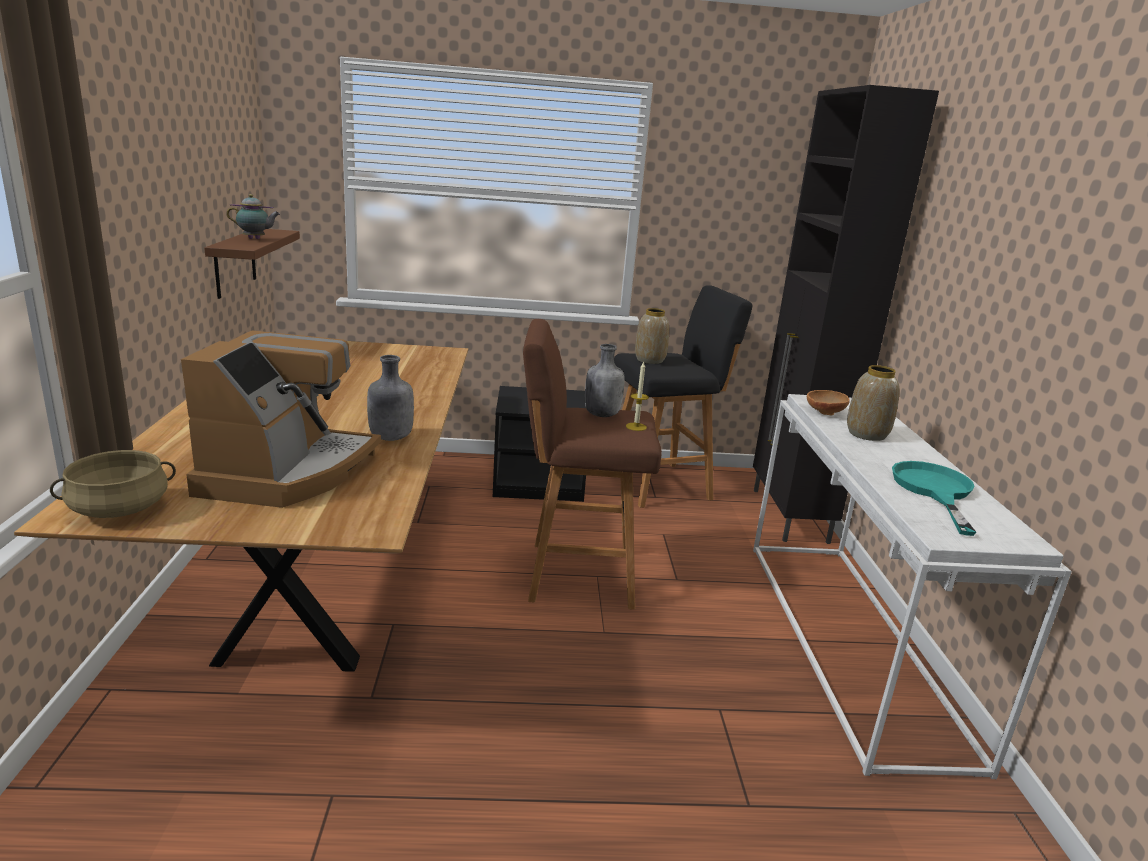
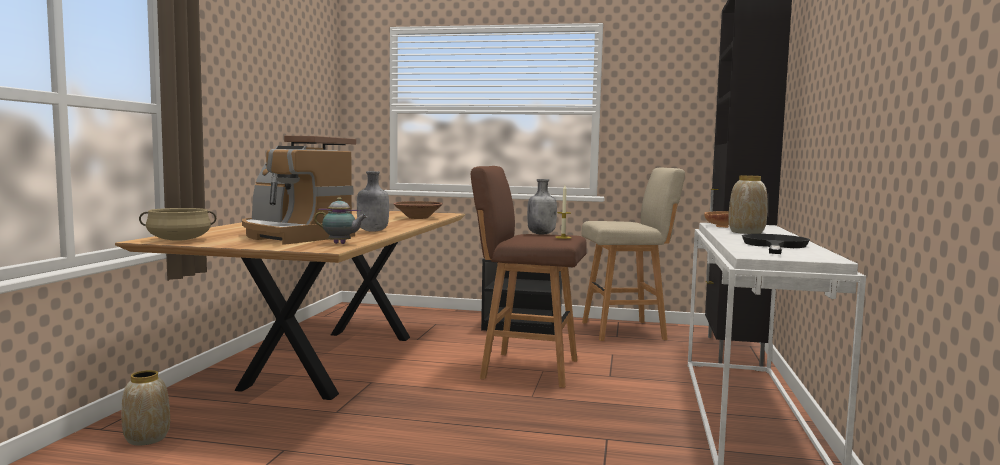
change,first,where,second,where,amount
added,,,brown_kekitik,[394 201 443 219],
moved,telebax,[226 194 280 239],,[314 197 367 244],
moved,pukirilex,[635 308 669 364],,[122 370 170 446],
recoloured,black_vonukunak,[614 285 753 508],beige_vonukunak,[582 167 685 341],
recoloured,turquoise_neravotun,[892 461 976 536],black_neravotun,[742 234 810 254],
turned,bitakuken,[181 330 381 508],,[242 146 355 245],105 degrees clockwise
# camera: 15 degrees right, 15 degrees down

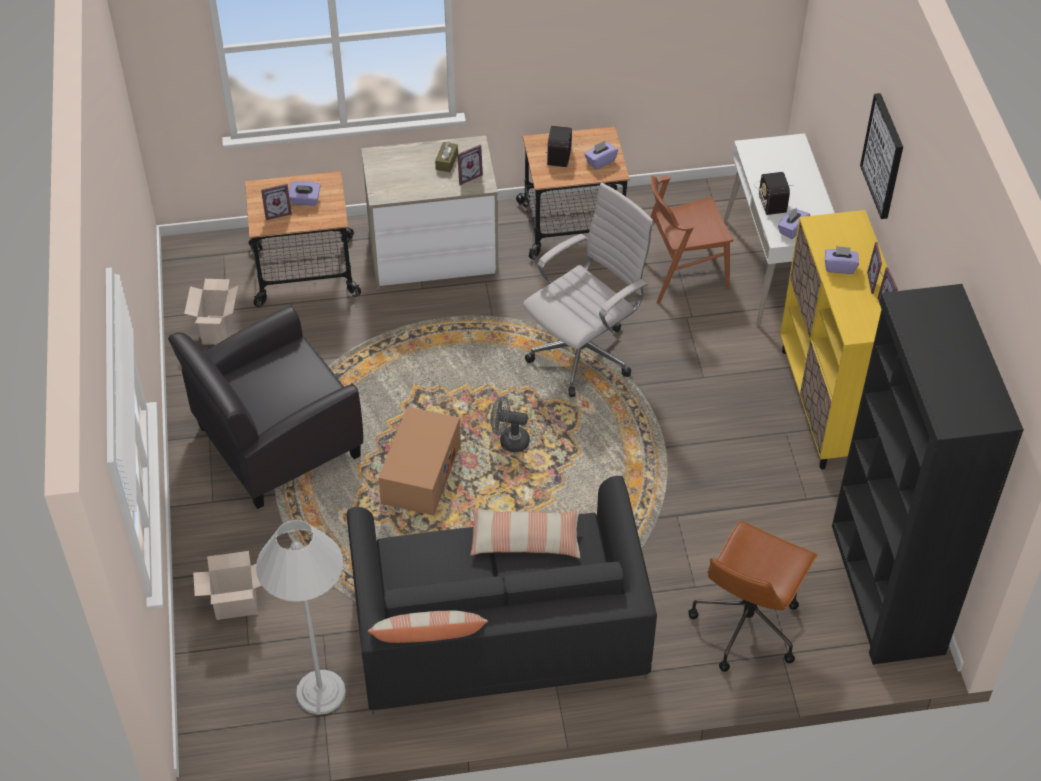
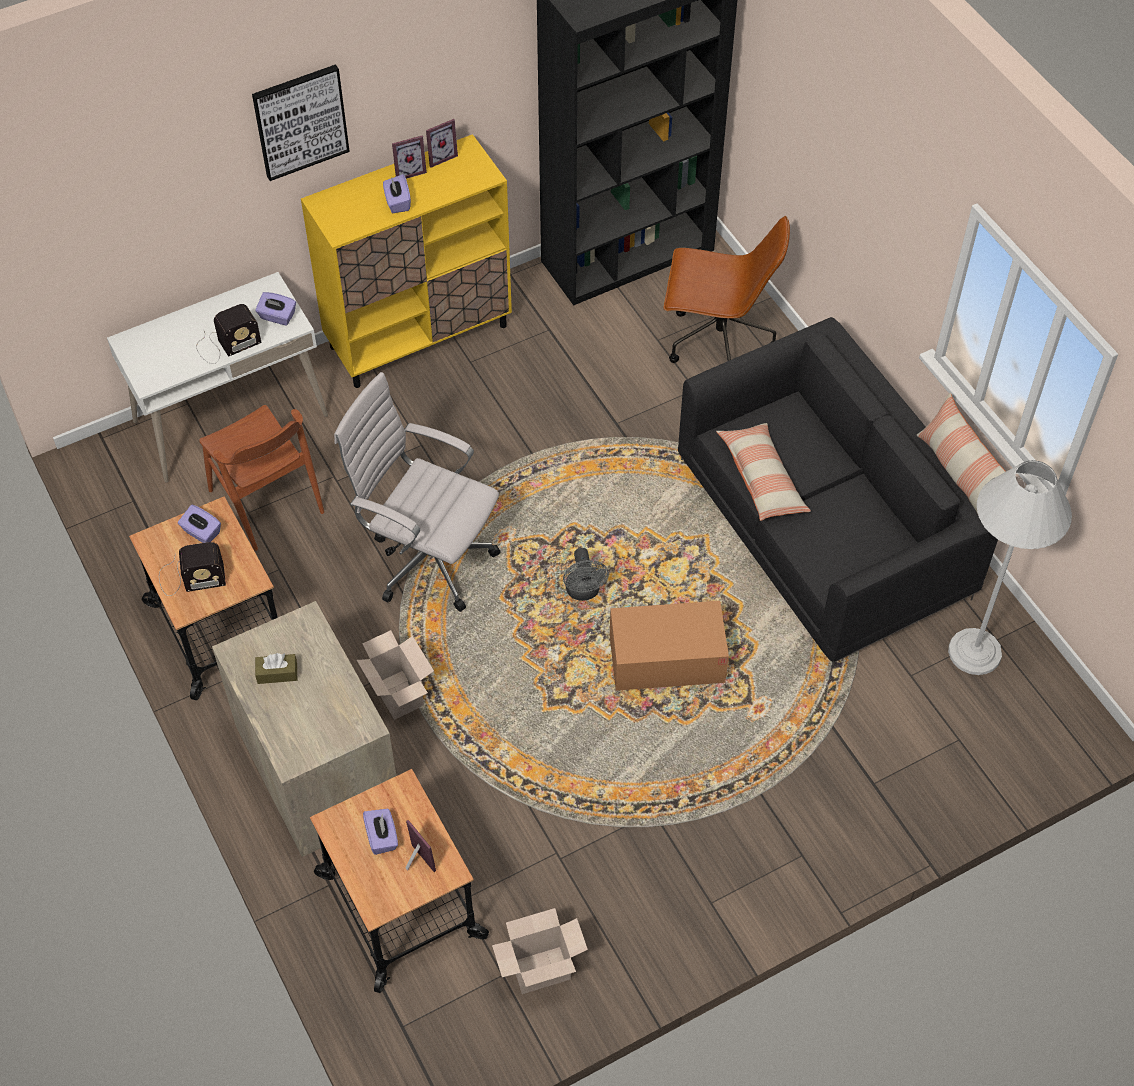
change,first,where,second,where,amount
removed,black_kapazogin,[168 305 363 509],,,
removed,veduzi,[457 144 483 185],,,
moved,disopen,[193 551 262 620],,[357 630 434 720],
# camera: 110 degrees left, 5 degrees up

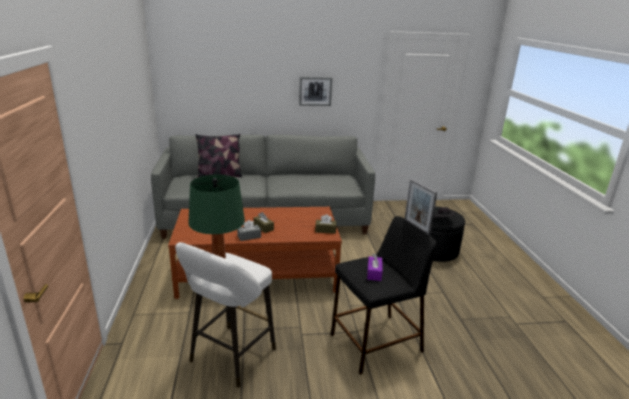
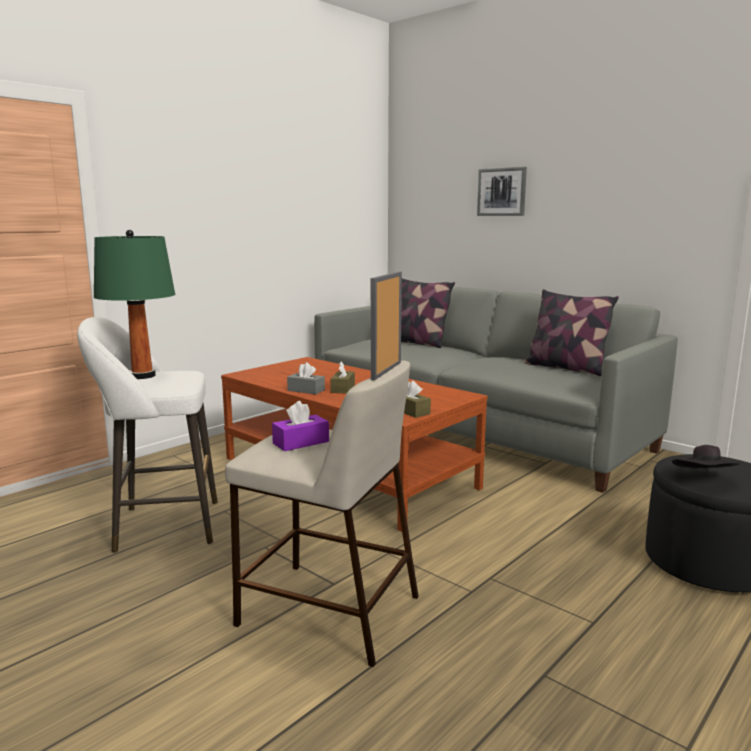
change,first,where,second,where,amount
added,,,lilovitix,[525 289 619 376],
moved,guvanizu,[299 77 332 106],,[477 167 527 216],
recoloured,black_vonukunak,[331 216 437 375],beige_vonukunak,[225 360 419 667],
# camera: 50 degrees right, 10 degrees down

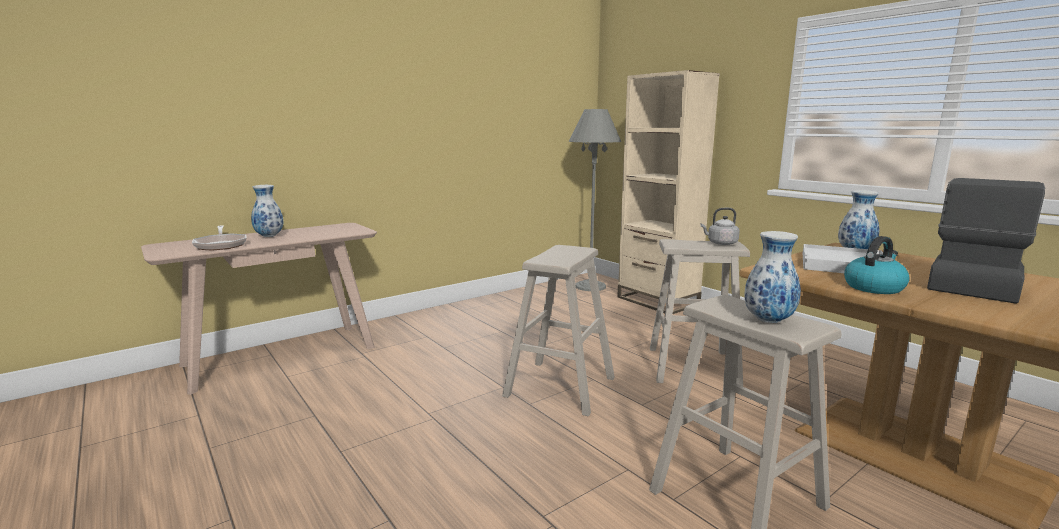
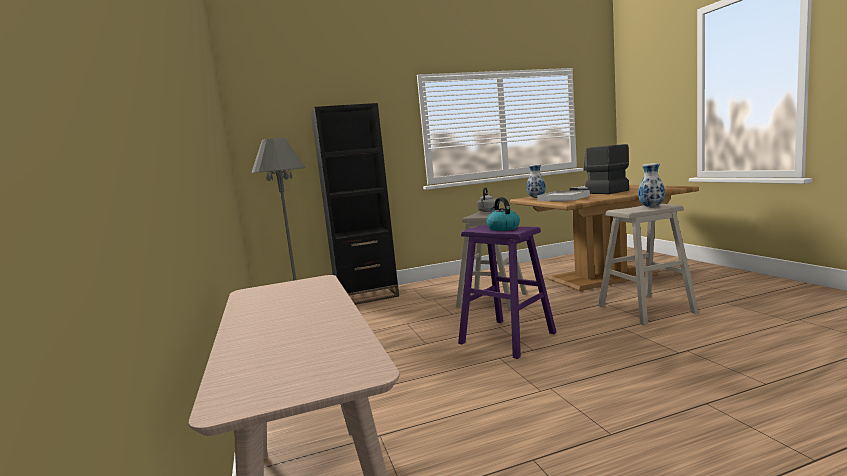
change,first,where,second,where,amount
removed,neravotun,[192 225 247 251],,,
removed,pukirilex,[251 185 283 237],,,
moved,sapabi,[844 236 910 294],,[486 197 520 231],
recoloured,beige_vonukunak,[502 245 615 417],purple_vonukunak,[458 225 557 359],
recoloured,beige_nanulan,[617 70 720 314],black_nanulan,[311 103 399 305],
# camera: 70 degrees left, 5 degrees down

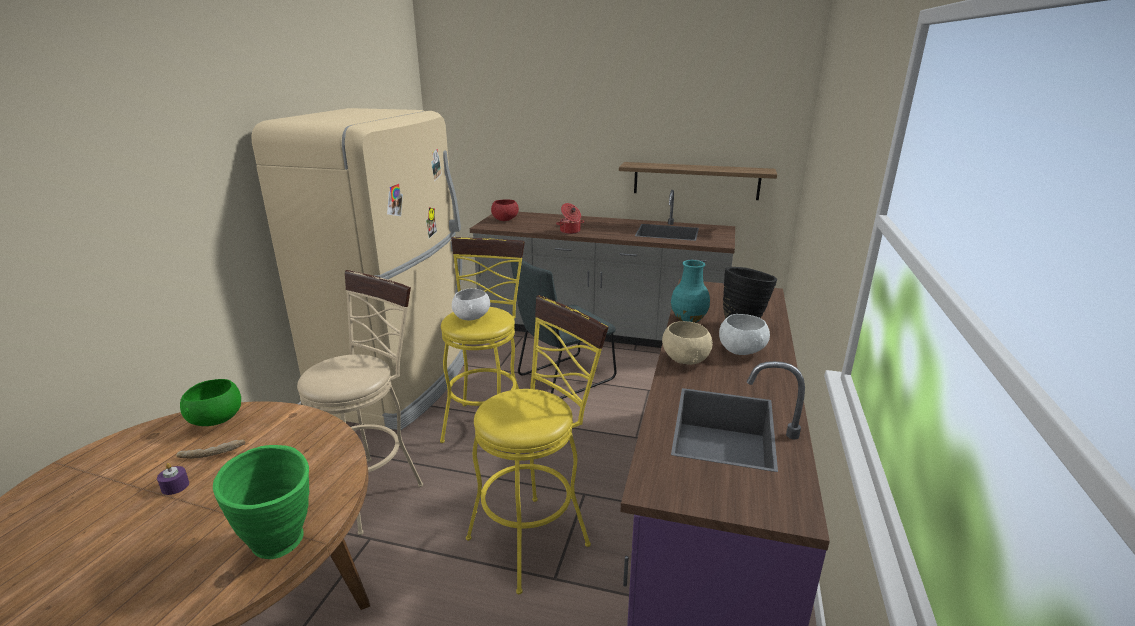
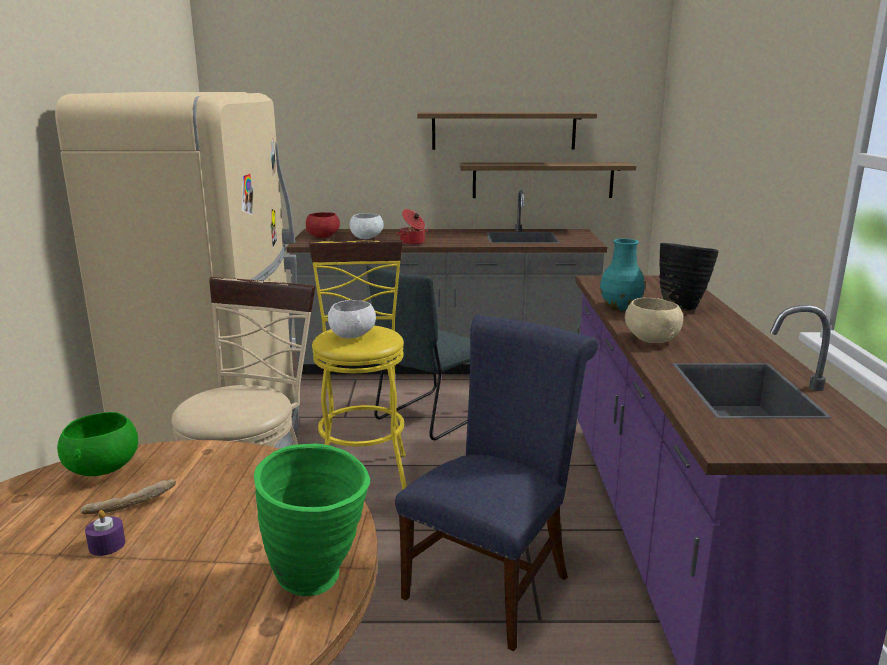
change,first,where,second,where,amount
added,,,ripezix,[417 112 597 150],
moved,white_kekitik,[719 314 770 355],,[350 214 384 239],
replaced,yellow_vonukunak,[466 295 608 594],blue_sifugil,[395 315 599 651],
# camera: 15 degrees left, 5 degrees down

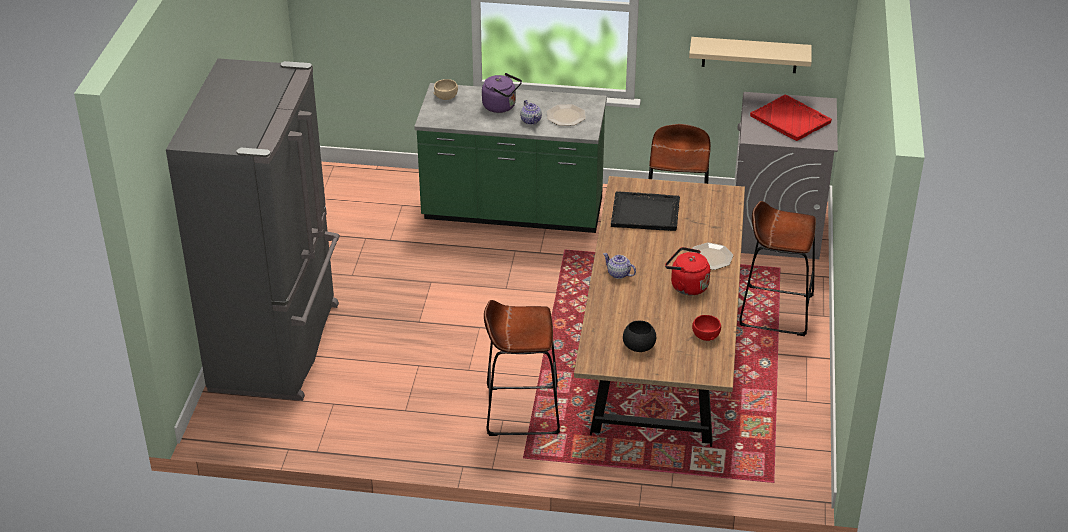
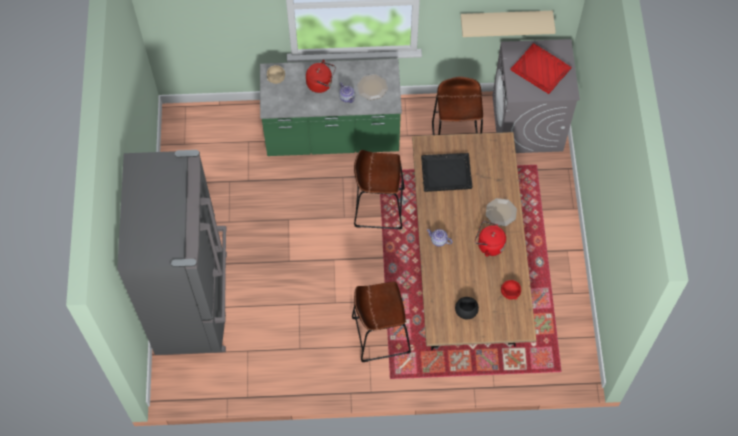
change,first,where,second,where,amount
moved,brown_vonukunak,[740 201 816 336],,[354 150 405 229],
recoloured,purple_sapabi,[482 73 522 113],red_sapabi,[306 60 336 93],
# camera: 10 degrees left, 25 degrees up

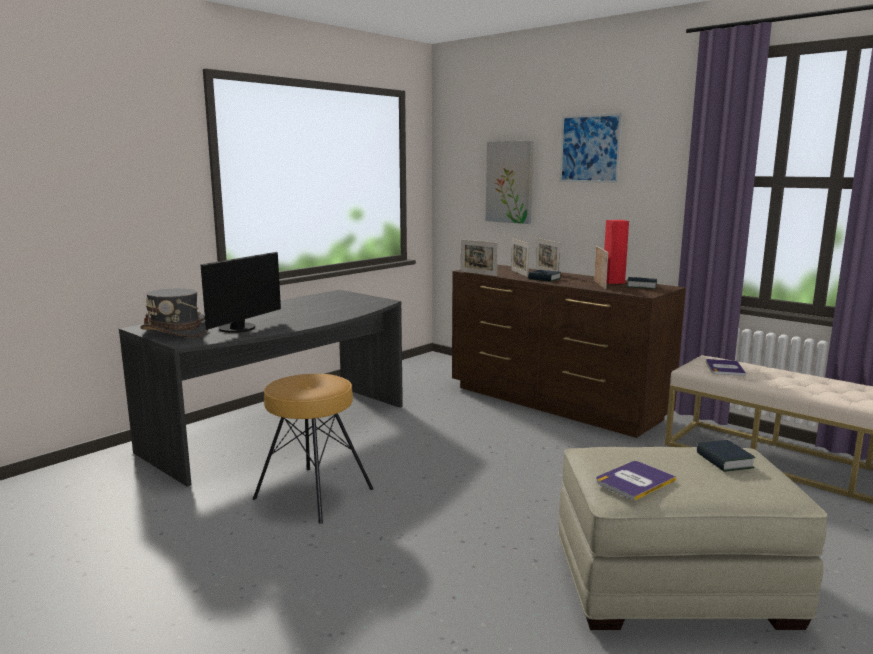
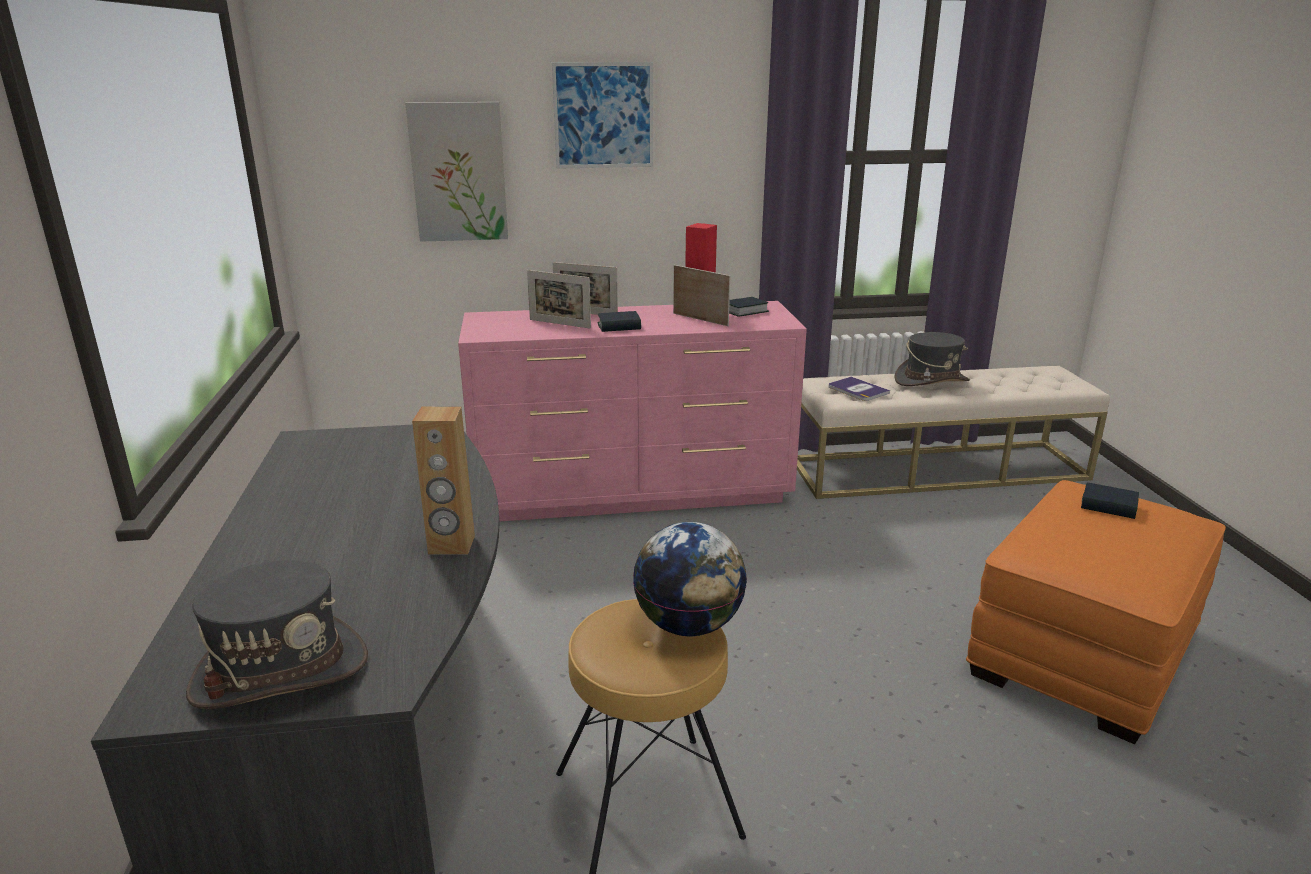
change,first,where,second,where,amount
removed,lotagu,[201 252 281 333],,,
removed,veduzi,[461 239 498 276],,,
removed,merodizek,[596 461 676 501],,,
added,,,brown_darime,[412 406 475 555],
added,,,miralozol,[633 522 747 636],
added,,,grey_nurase,[894 332 970 386],
recoloured,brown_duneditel,[452 265 686 438],pink_duneditel,[458 301 807 521],
recoloured,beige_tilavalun,[558 447 828 630],orange_tilavalun,[966 480 1226 744],
# camera: 50 degrees left, 10 degrees up

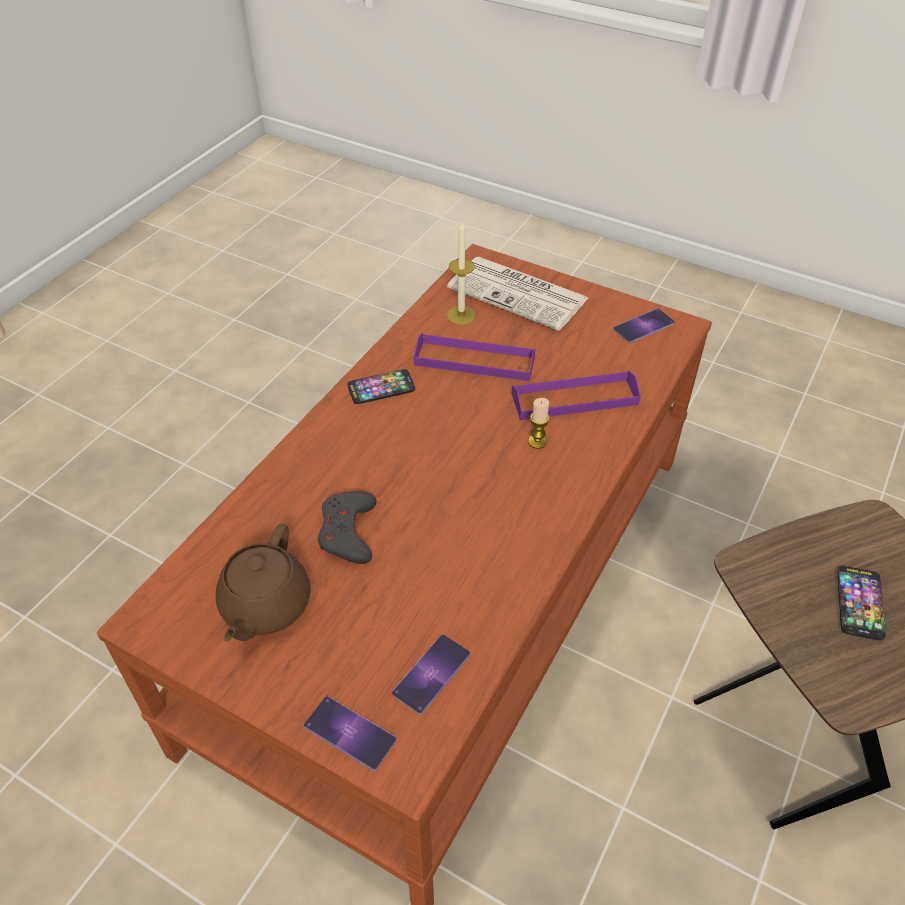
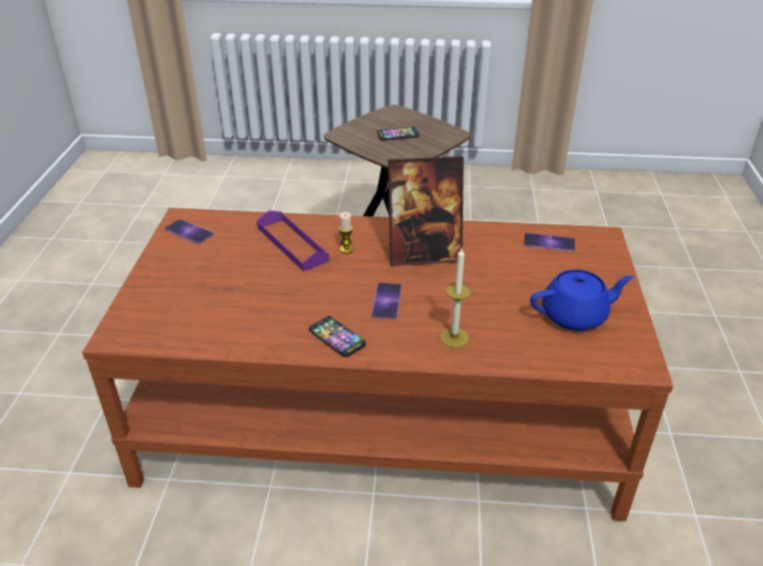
change,first,where,second,where,amount
removed,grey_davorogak,[318 491 377 564],,,
removed,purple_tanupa,[414 333 535 381],,,
removed,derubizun,[447 257 588 331],,,
added,,,veduzi,[388 156 464 266],
moved,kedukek,[304 696 396 771],,[371 283 402 320],
moved,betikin,[447 222 476 325],,[440 248 471 348],
recoloured,brown_telebax,[216 524 310 642],blue_telebax,[530 269 634 331],
# camera: 115 degrees left, 10 degrees down

